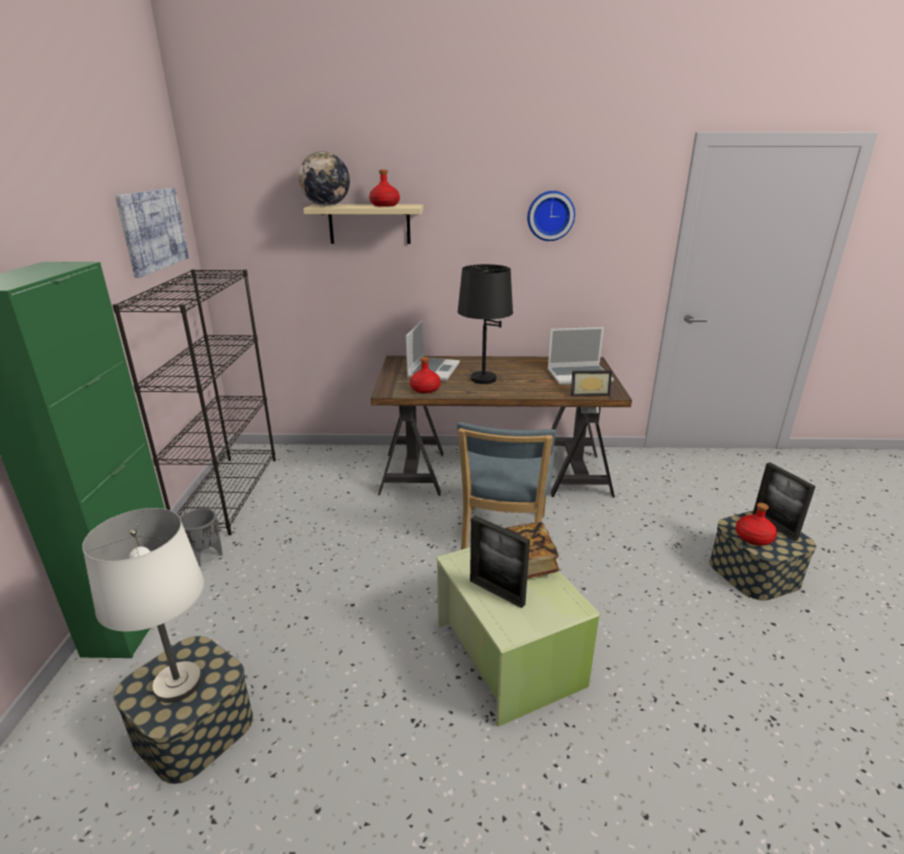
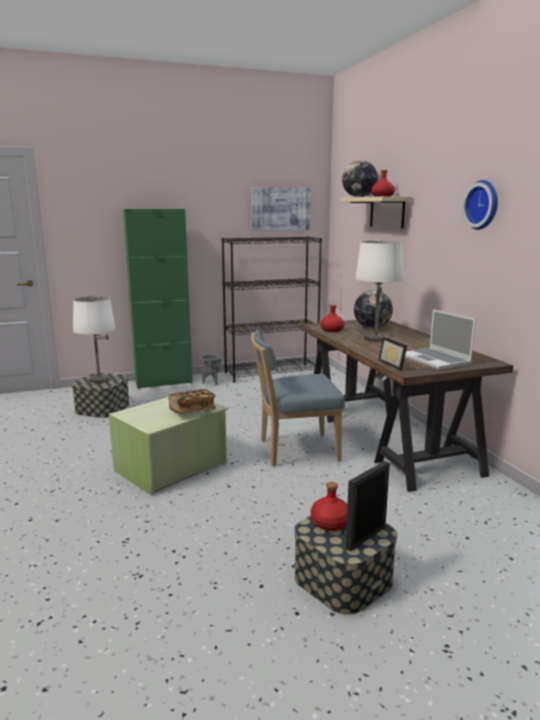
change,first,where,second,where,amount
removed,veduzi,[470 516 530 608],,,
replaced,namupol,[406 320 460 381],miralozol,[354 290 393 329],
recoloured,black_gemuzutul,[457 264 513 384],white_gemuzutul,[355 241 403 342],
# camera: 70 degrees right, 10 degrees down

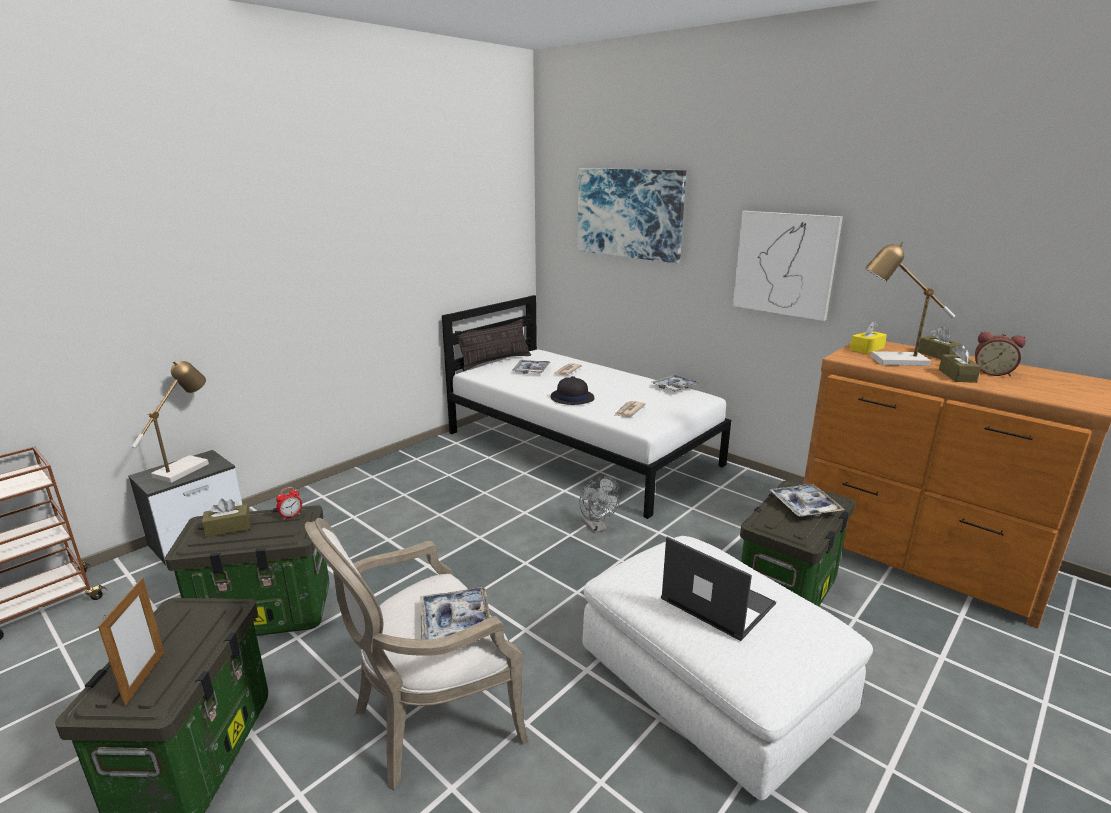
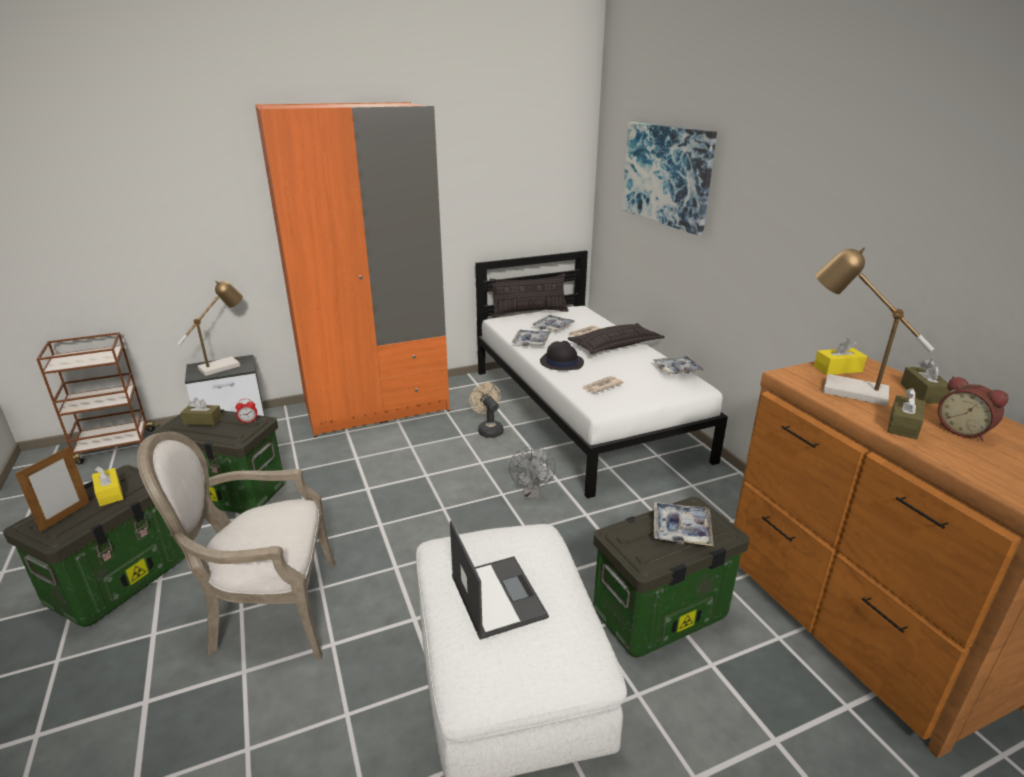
change,first,where,second,where,amount
removed,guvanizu,[732 211 843 321],,,
added,,,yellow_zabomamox,[92 466 123 506],
added,,,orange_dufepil,[255 102 450 437],
added,,,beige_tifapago,[470 383 503 438],
added,,,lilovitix,[568 323 665 354],
moved,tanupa,[420 587 490 640],,[512 330 551 346],
# camera: 25 degrees right, 5 degrees up

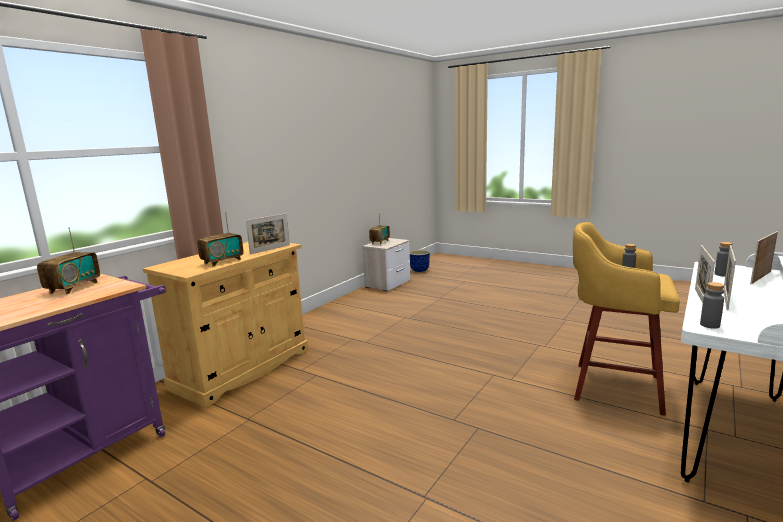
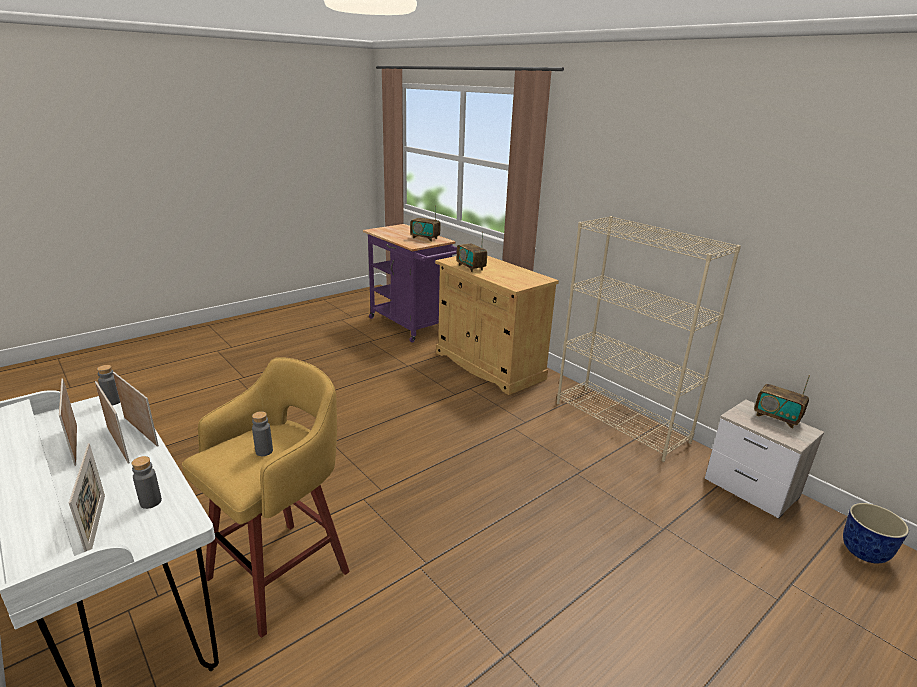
change,first,where,second,where,amount
added,,,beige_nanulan,[557 216 741 462],
moved,veduzi,[246 213 290 254],,[59 378 77 466],
# camera: 105 degrees right, 10 degrees up

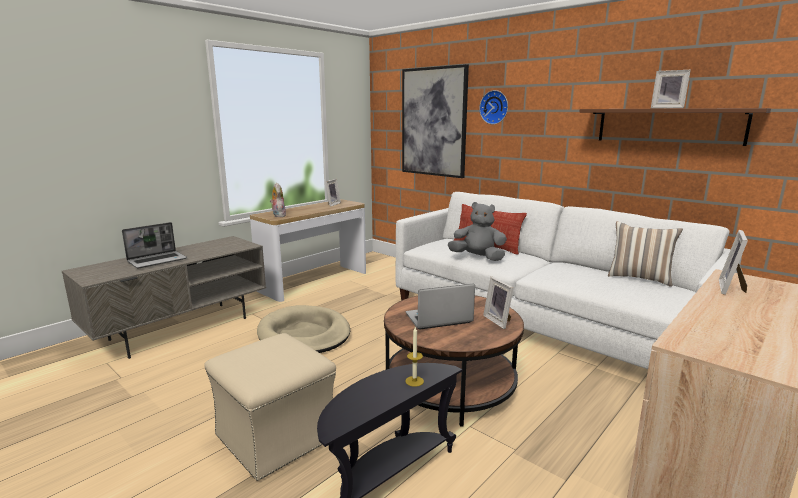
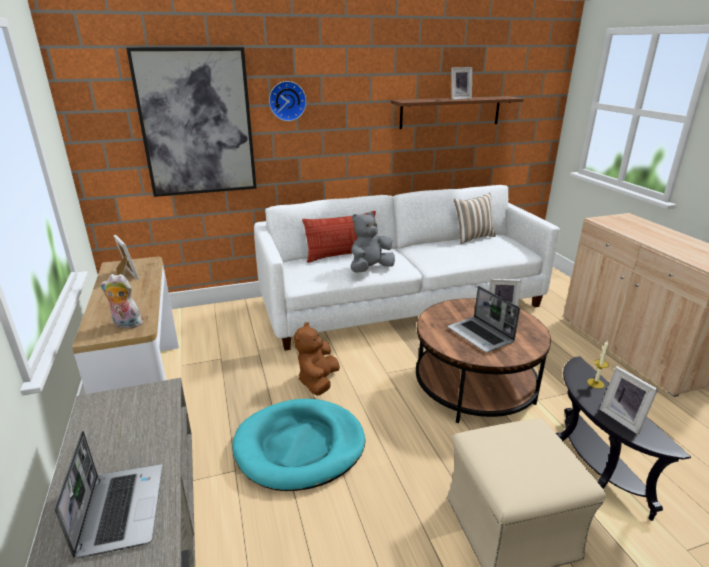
change,first,where,second,where,amount
added,,,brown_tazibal,[294 322 340 395],
moved,veduzi,[719 230 748 295],,[600 366 658 434],
recoloured,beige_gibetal,[257 305 350 353],turquoise_gibetal,[232 399 365 491],
turned,namupol,[406 284 475 329],,[448 286 520 352],45 degrees counterclockwise
# camera: 60 degrees left, 10 degrees up

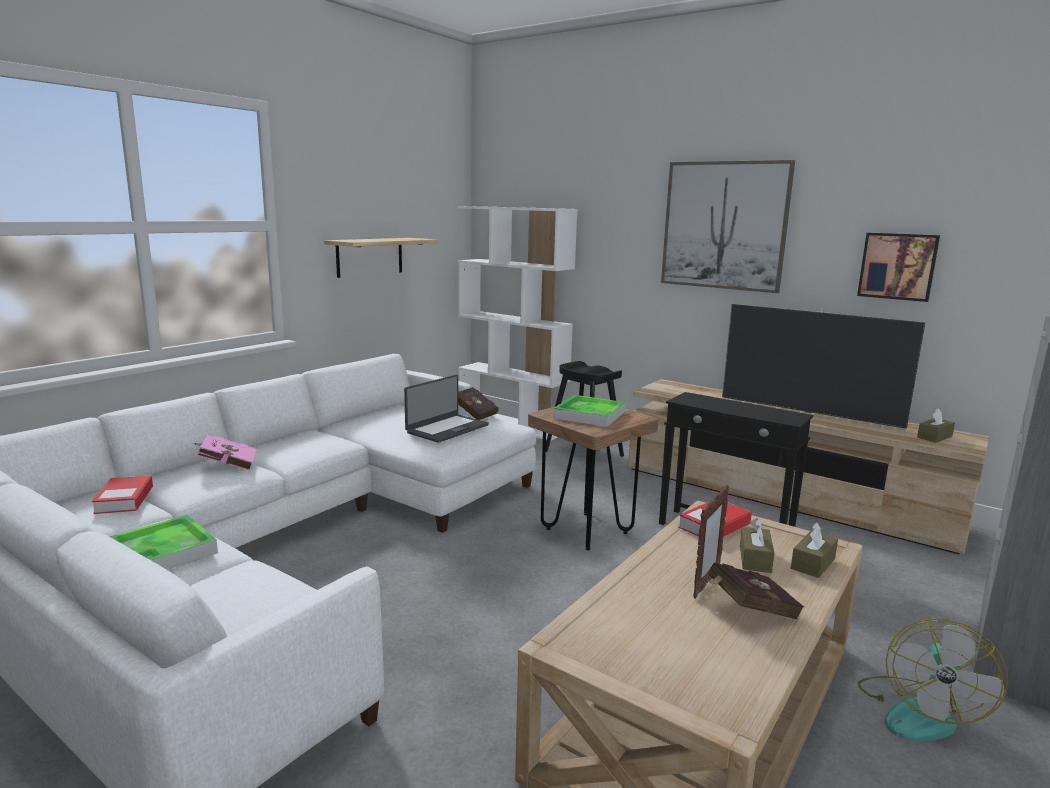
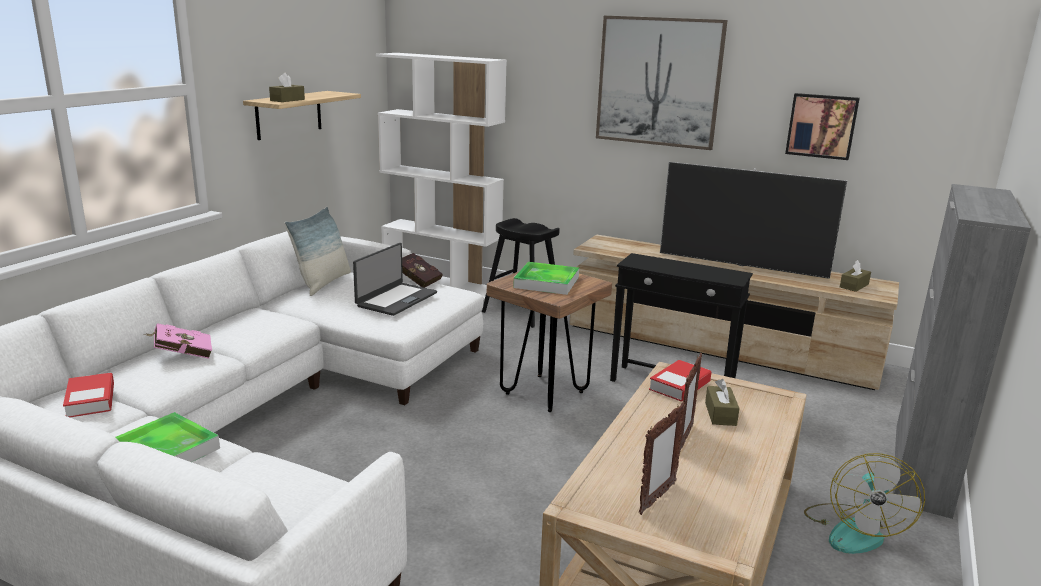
change,first,where,second,where,amount
removed,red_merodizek,[707 563 804 619],,,
added,,,lilovitix,[285 207 351 296],
added,,,veduzi,[639 402 686 515],
moved,brown_zabomamox,[791 522 838 578],,[269 73 305 102],
# camera: 10 degrees left, 5 degrees up

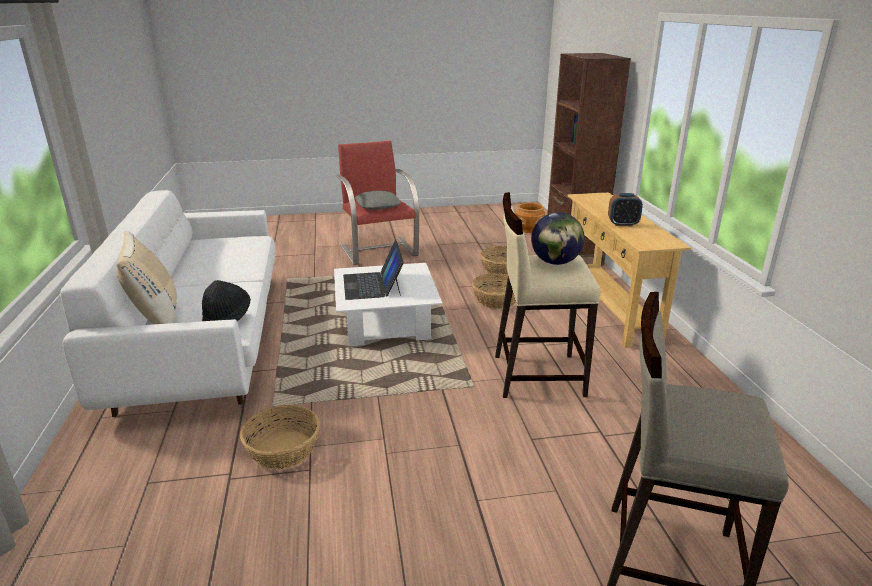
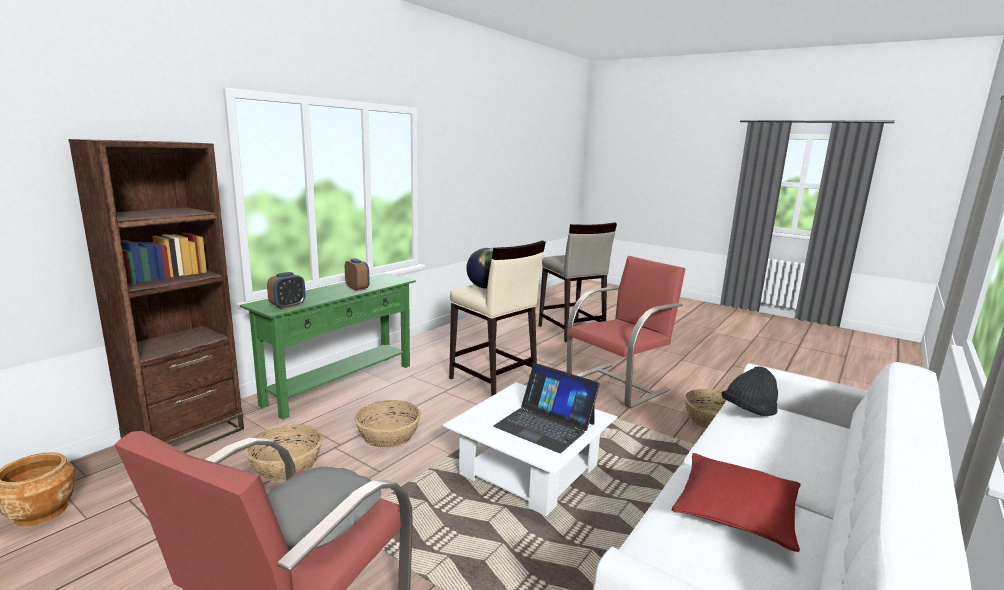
change,first,where,second,where,amount
removed,beige_lilovitix,[116 230 177 324],,,
added,,,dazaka,[267 272 305 309],
added,,,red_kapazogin,[567 256 685 409],
added,,,red_lilovitix,[672 453 801 552],
recoloured,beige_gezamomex,[567 192 691 348],green_gezamomex,[240 273 416 420],
turned,namupol,[343 241 404 300],,[493 363 600 453],90 degrees clockwise
# camera: 135 degrees left, 10 degrees down

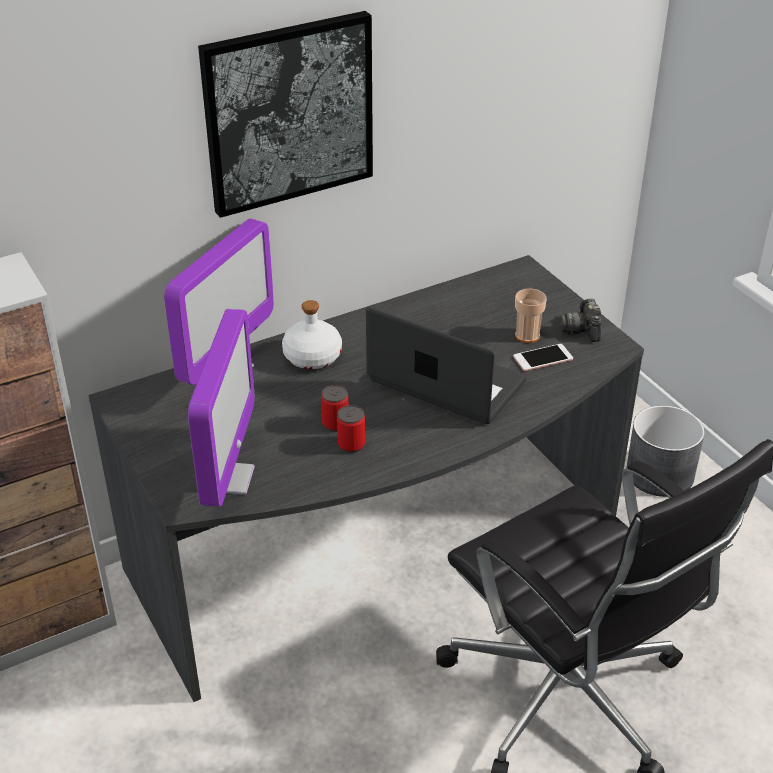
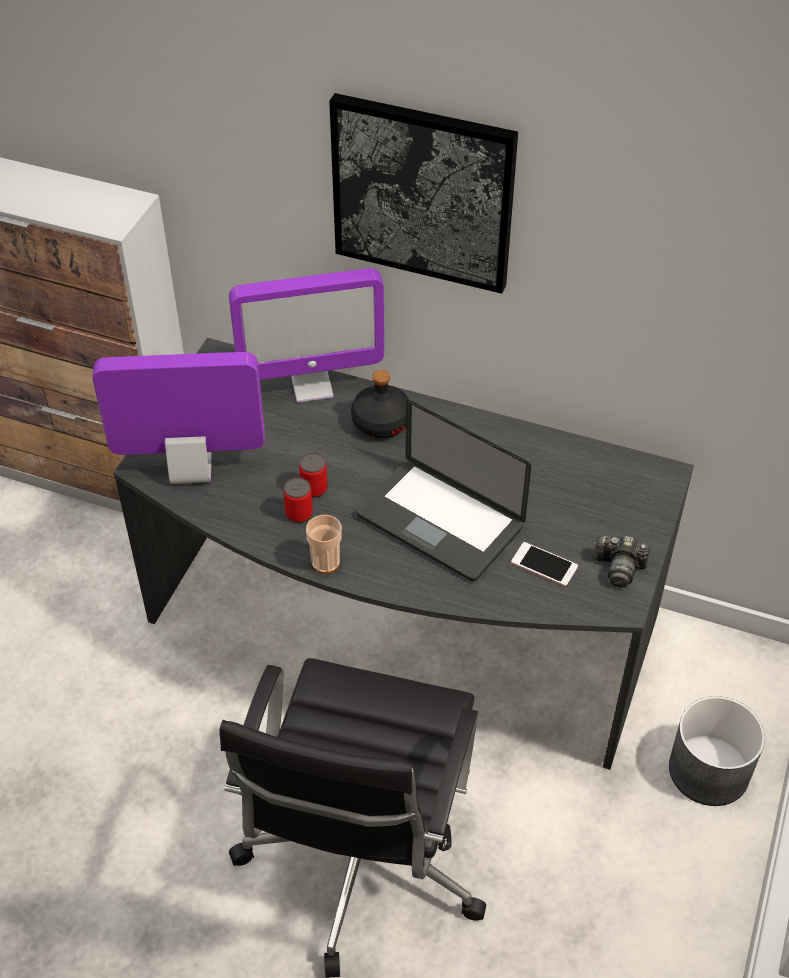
change,first,where,second,where,amount
moved,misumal,[515 289 547 343],,[306 515 342 573],
recoloured,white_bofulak,[282 300 342 369],black_bofulak,[351 370 409 438],
turned,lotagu,[188 309 255 507],,[92 352 265 484],150 degrees counterclockwise
turned,namupol,[366 307 526 424],,[356 400 531 582],135 degrees clockwise
turned,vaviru,[560 299 602 342],,[594 535 650 588],120 degrees counterclockwise
# camera: 50 degrees right, 10 degrees up

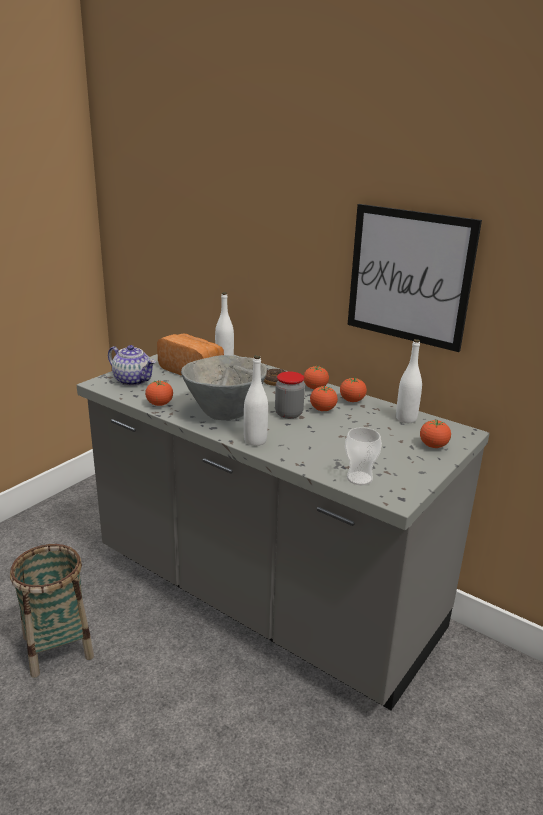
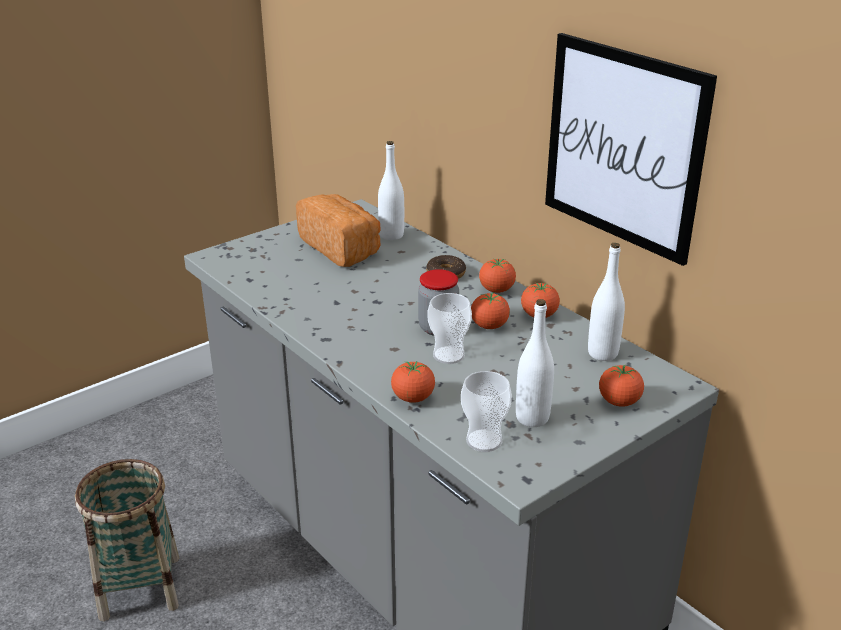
change,first,where,second,where,amount
removed,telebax,[108 345 156 386],,,
removed,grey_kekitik,[181 355 267 420],,,
added,,,misumal,[428 293 472 364],
moved,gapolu,[145 380 173 406],,[391 361 435 403],
moved,white_bofulak,[244 355 268 446],,[516 299 554 427],
# camera: 15 degrees right, 5 degrees up

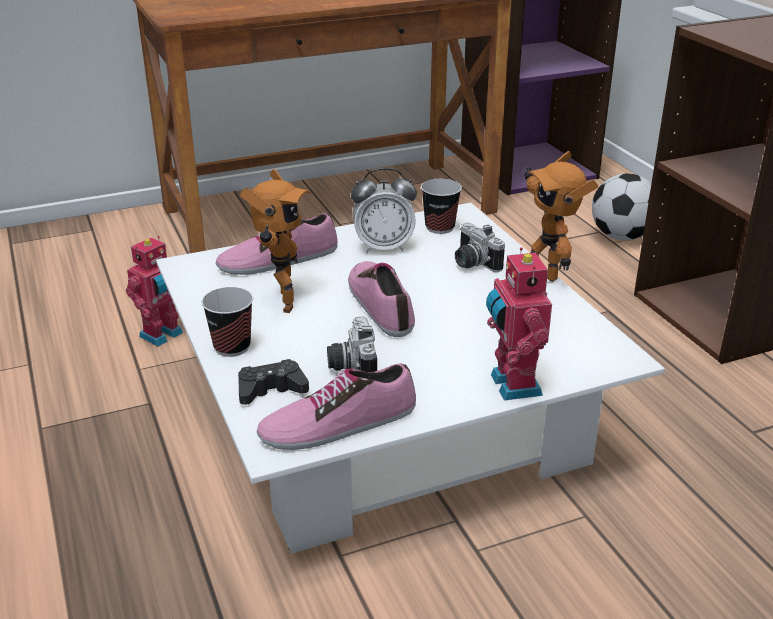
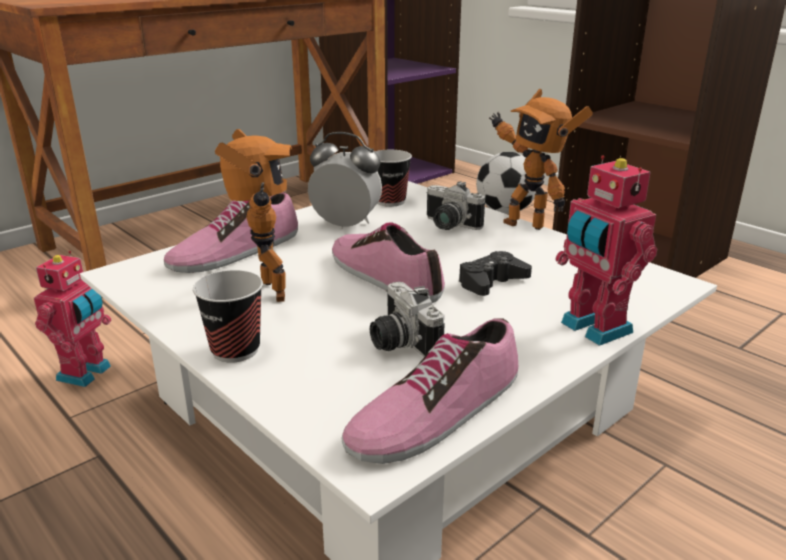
change,first,where,second,where,amount
moved,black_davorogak,[238 359 309 405],,[459 251 532 296],
turned,dazaka,[351 168 417 253],,[308 132 382 229],135 degrees counterclockwise
# camera: 20 degrees left, 5 degrees down

